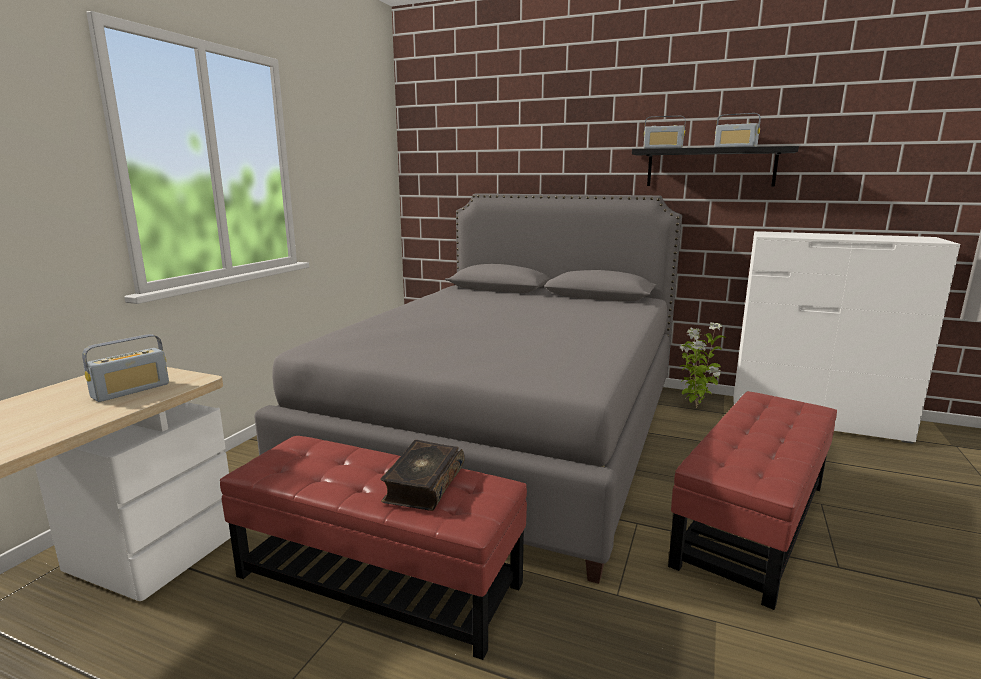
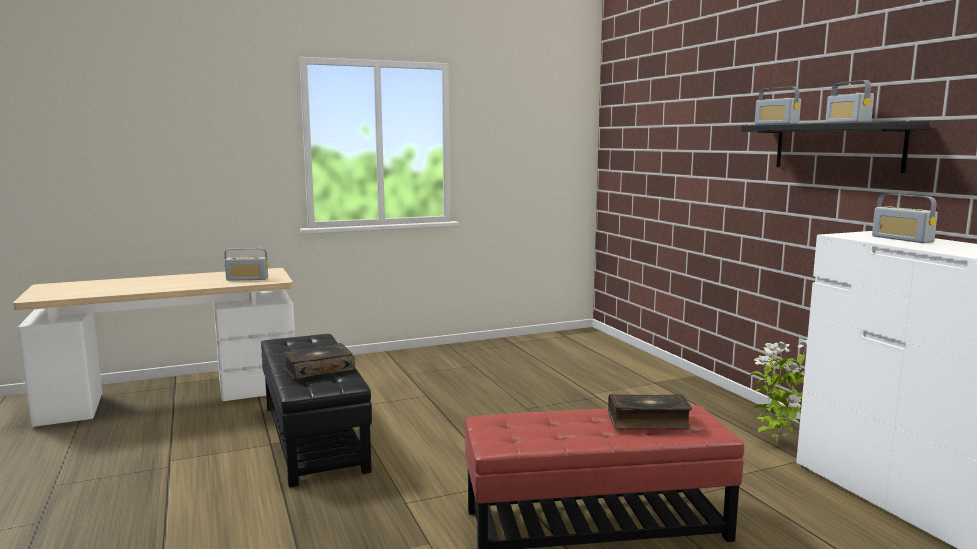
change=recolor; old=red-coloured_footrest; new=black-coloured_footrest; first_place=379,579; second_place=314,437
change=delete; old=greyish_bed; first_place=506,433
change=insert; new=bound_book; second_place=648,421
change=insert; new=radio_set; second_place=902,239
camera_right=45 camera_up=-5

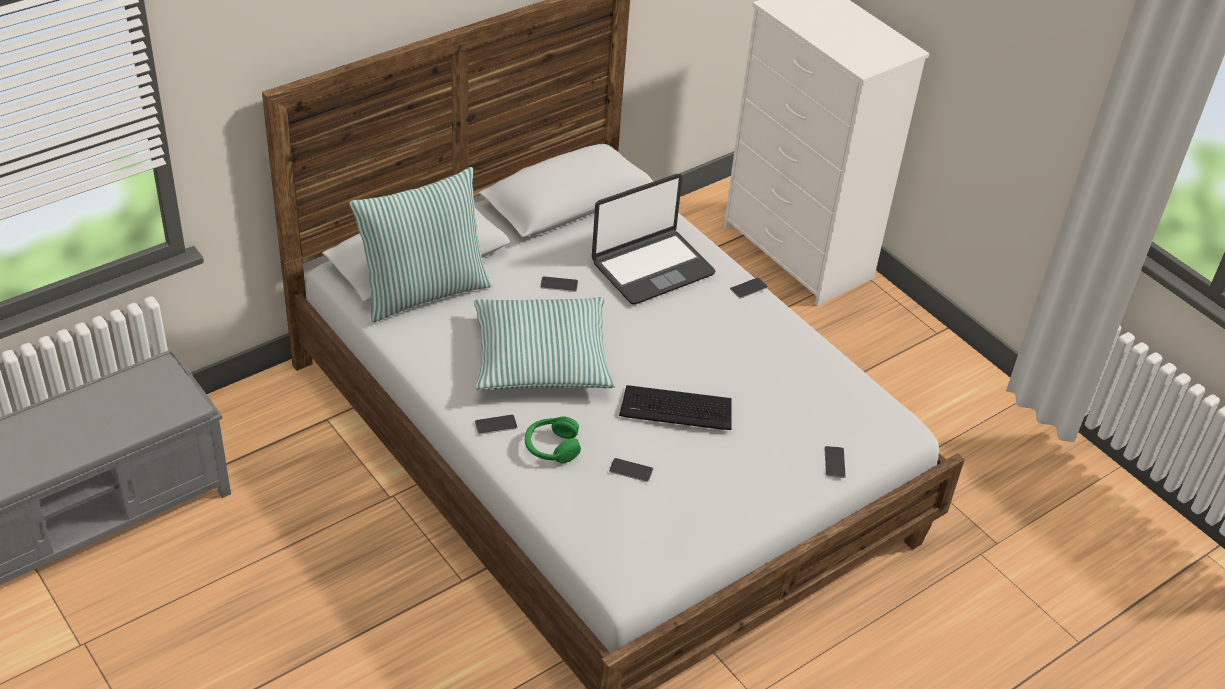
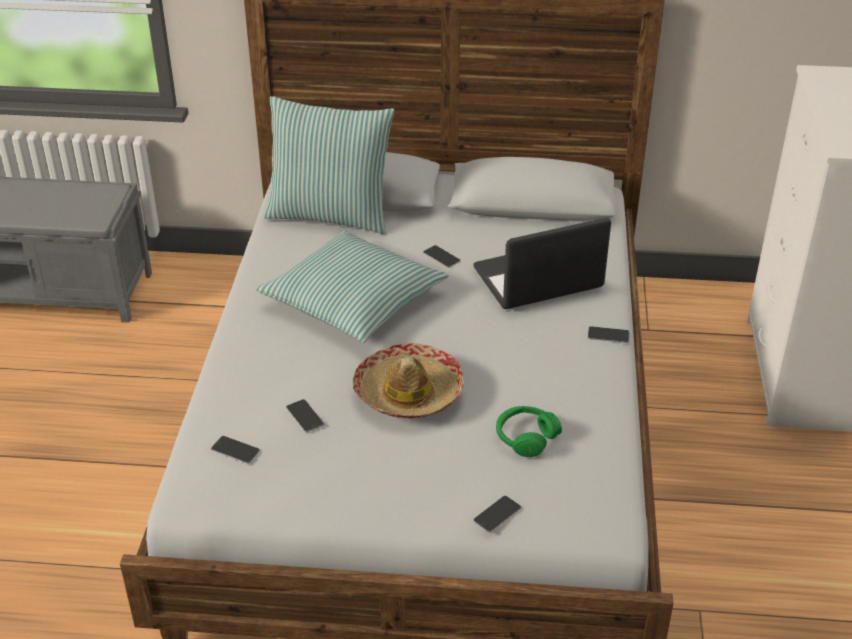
change=move; old=handset; first_place=496,424; second_place=235,450
change=move; old=green_headphones; first_place=551,447; second_place=525,437
change=rotate; old=laptop; first_place=652,267; second_place=538,280; degrees=150
change=replace; old=computer_keyboard; new=wearable_hat; first_place=676,409; second_place=408,392
camera_right=45 camera_up=-5

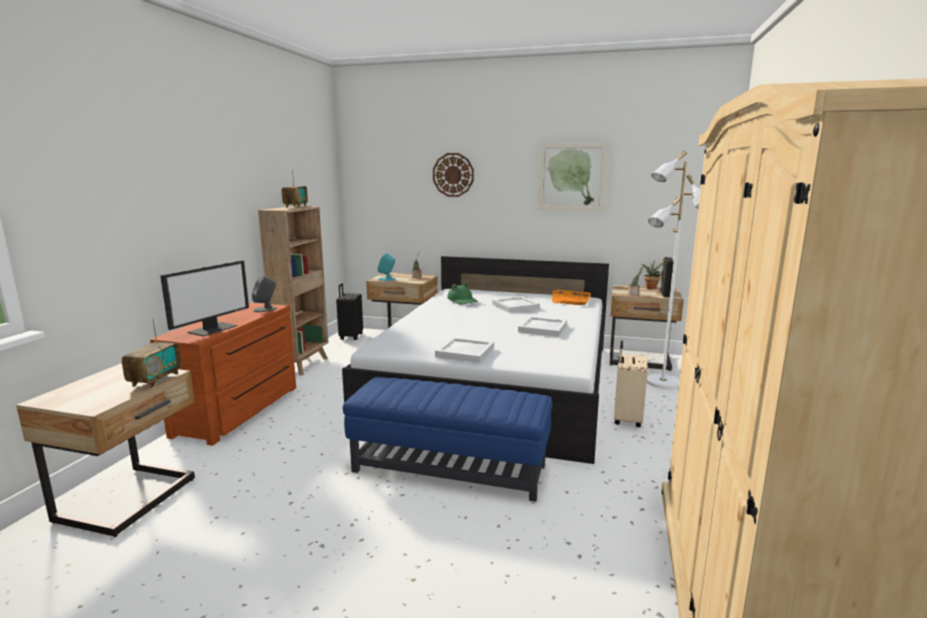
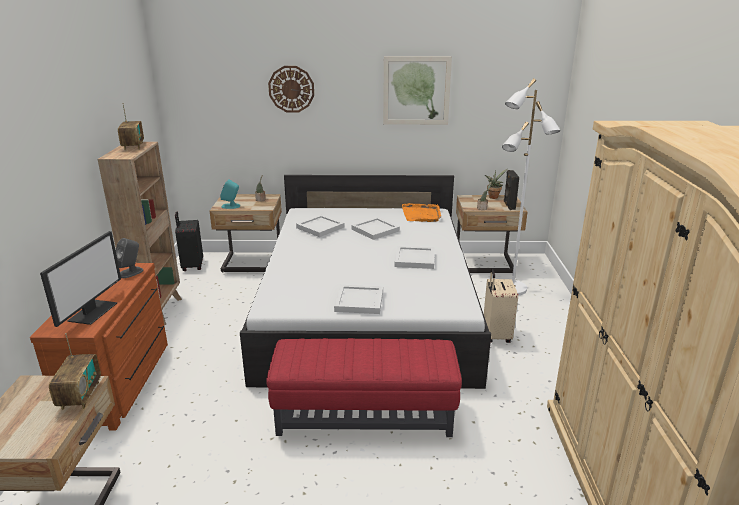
change=recolor; old=blue_footrest; new=red-coloured_footrest; first_place=449,468; second_place=364,415
change=replace; old=green_wearable_hat; new=whitish_serving_tray; first_place=462,300; second_place=320,227
camera_right=-15 camera_up=10

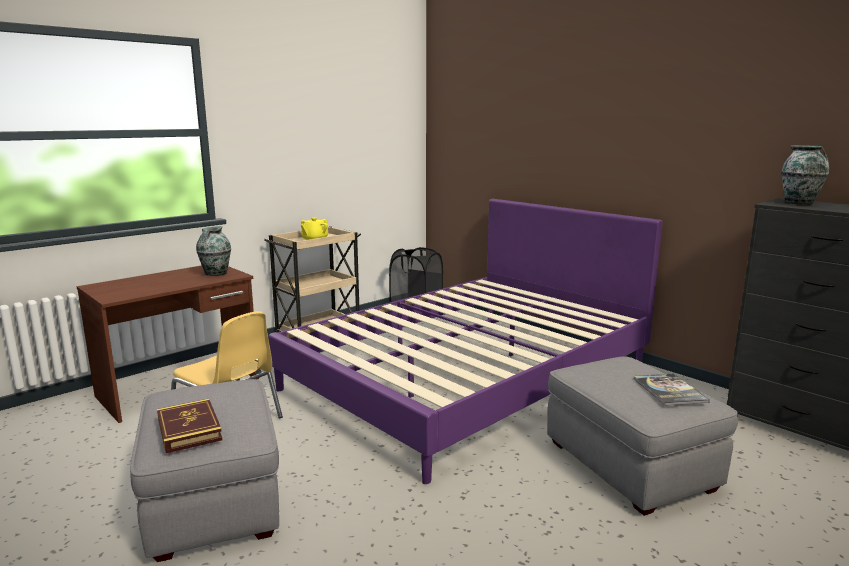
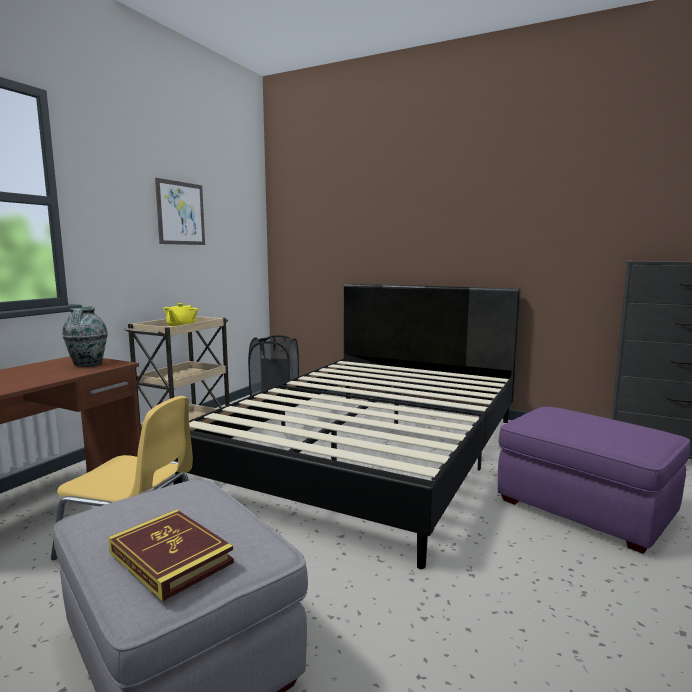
change=recolor; old=purplish_bed; new=black-coloured_bed; first_place=469,377; second_place=373,451
change=recolor; old=greyish_footrest; new=purplish_footrest; first_place=630,466; second_place=585,509
change=delete; old=bound_book; first_place=669,390
change=delete; old=decorative_vase; first_place=799,203
change=insert; new=picture; second_place=181,213
camera_right=-20 camera_up=-5

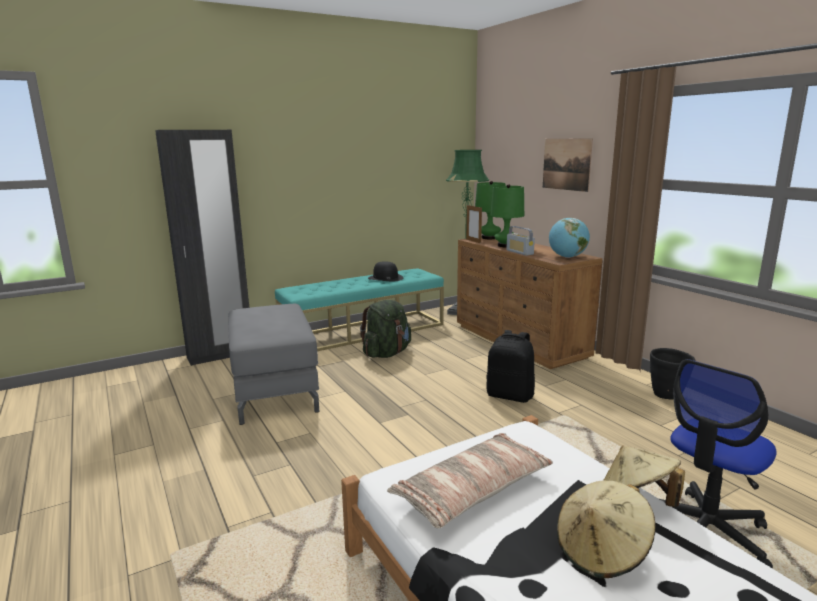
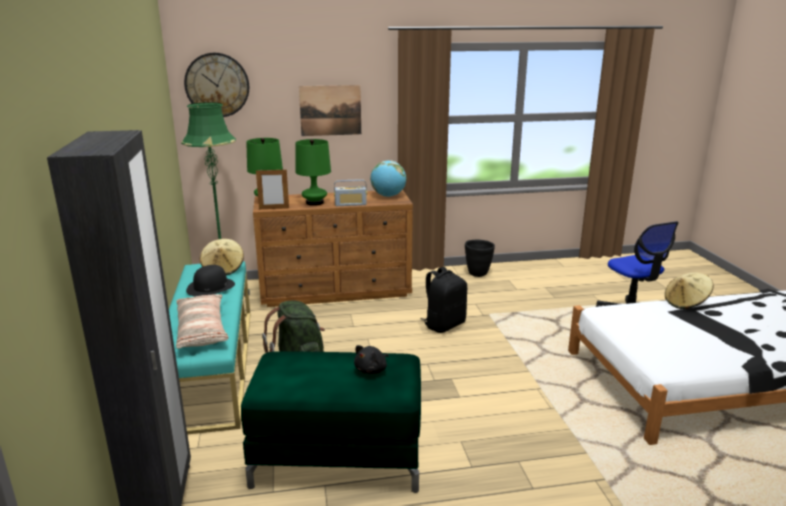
change=recolor; old=greyish_footrest; new=green_footrest; first_place=275,390; second_place=339,456
change=move; old=cushion; first_place=474,491; second_place=202,329
change=move; old=sand-coloured_wearable_hat; first_place=602,551; second_place=223,269
change=insert; new=clock_on_the_wall; second_place=217,85
change=insert; new=black-coloured_soft_toy; second_place=372,370
camera_right=-70 camera_up=5

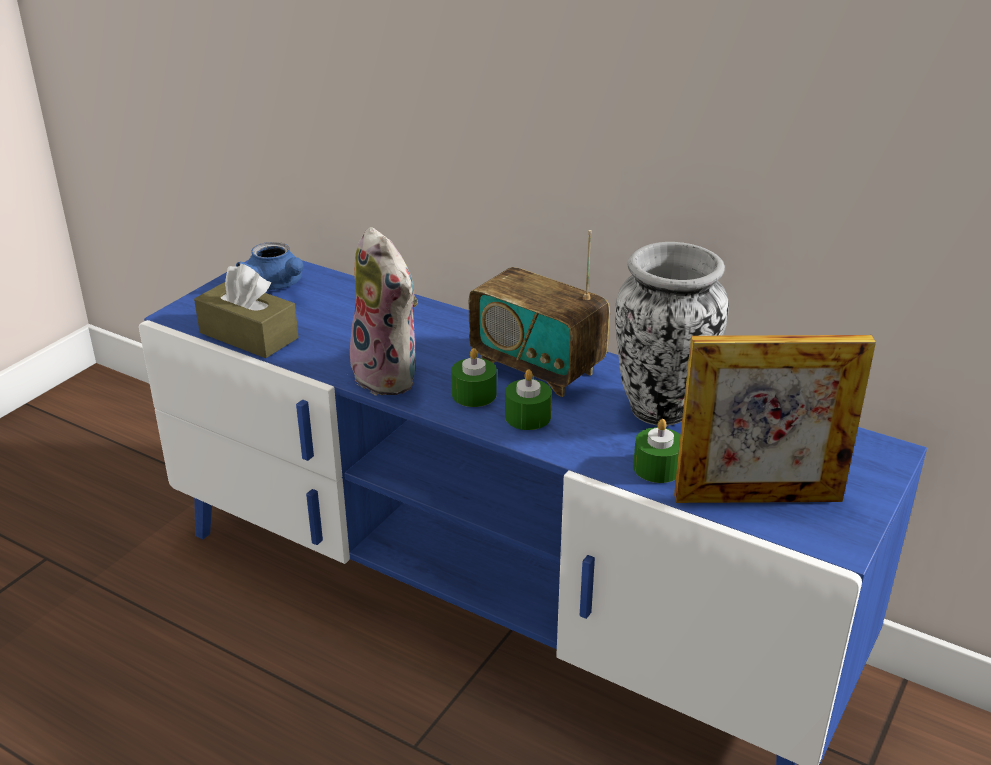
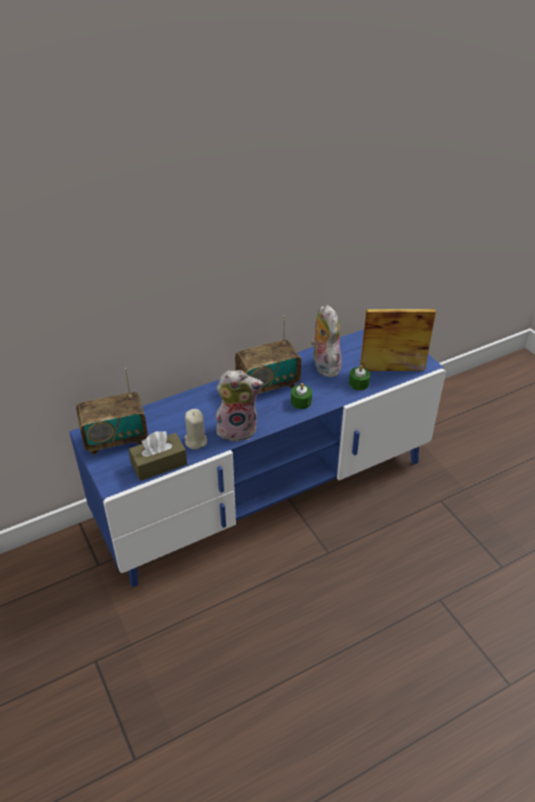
change=replace; old=blue_pot_for_tea; new=radio_set; first_place=277,285; second_place=115,439
change=delete; old=green_wax_candle; first_place=474,394
change=replace; old=decorative_vase; new=soft_toy; first_place=663,409; second_place=323,365
change=rotate; old=picture_frame; first_place=757,498; second_place=392,369; degrees=-120
change=insert; new=sand-coloured_wax_candle; second_place=195,441
camera_right=-60 camera_up=10

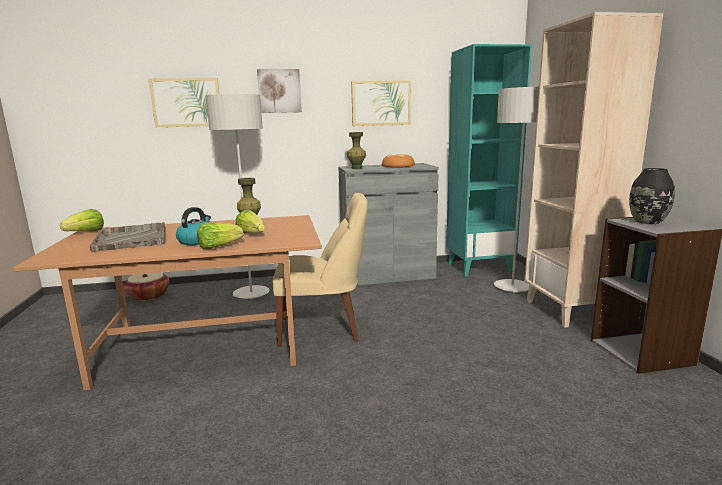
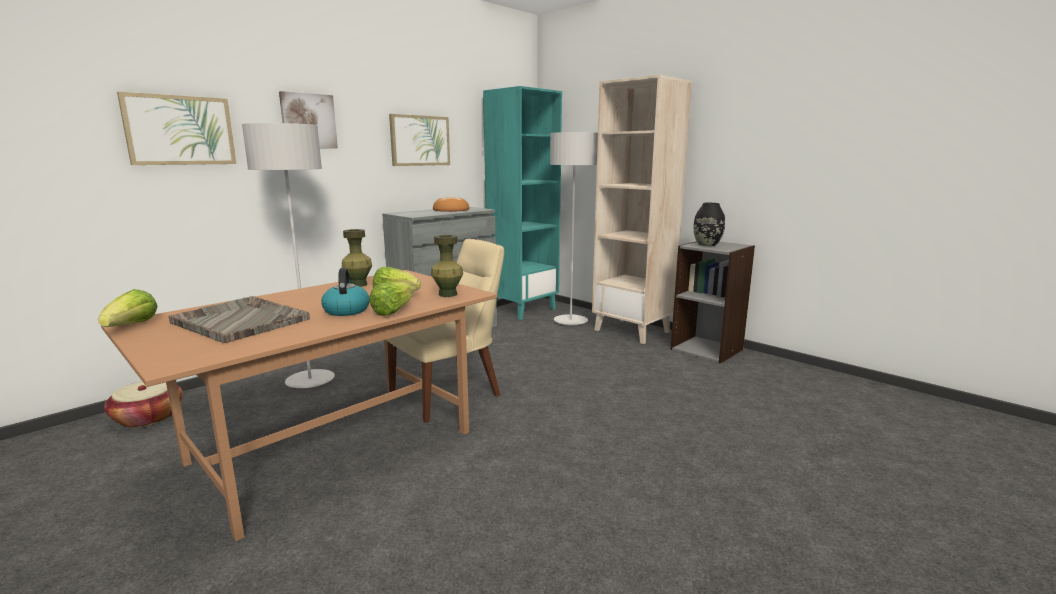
change=move; old=green_decorative_vase; first_place=356,168; second_place=447,294
camera_right=-35 camera_up=0

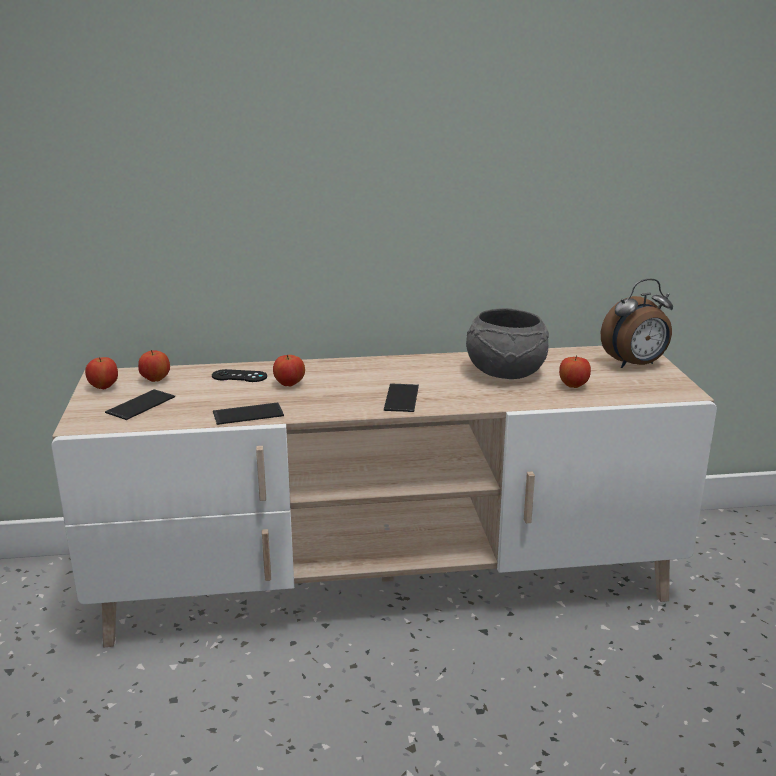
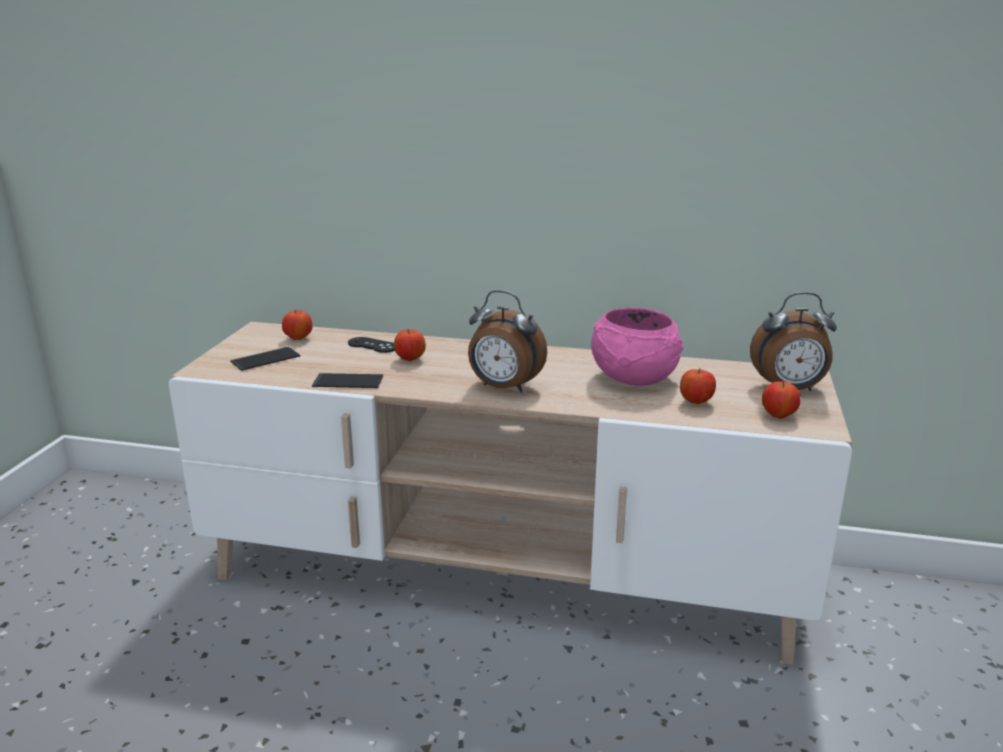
change=move; old=apple; first_place=104,387; second_place=778,416
change=replace; old=handset; new=alarm_clock; first_place=401,398; second_place=504,388
change=recolor; old=greyish_deep_dish; new=pinkish_deep_dish; first_place=504,373; second_place=632,377
camera_right=20 camera_up=0

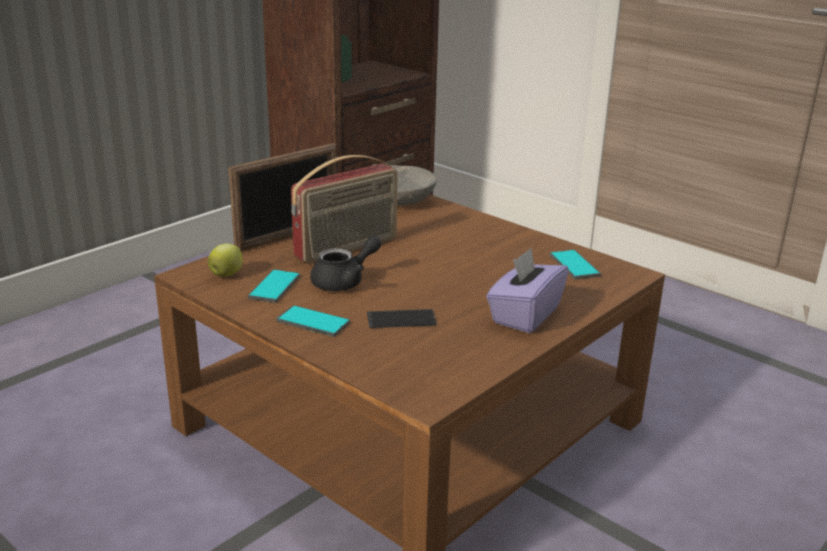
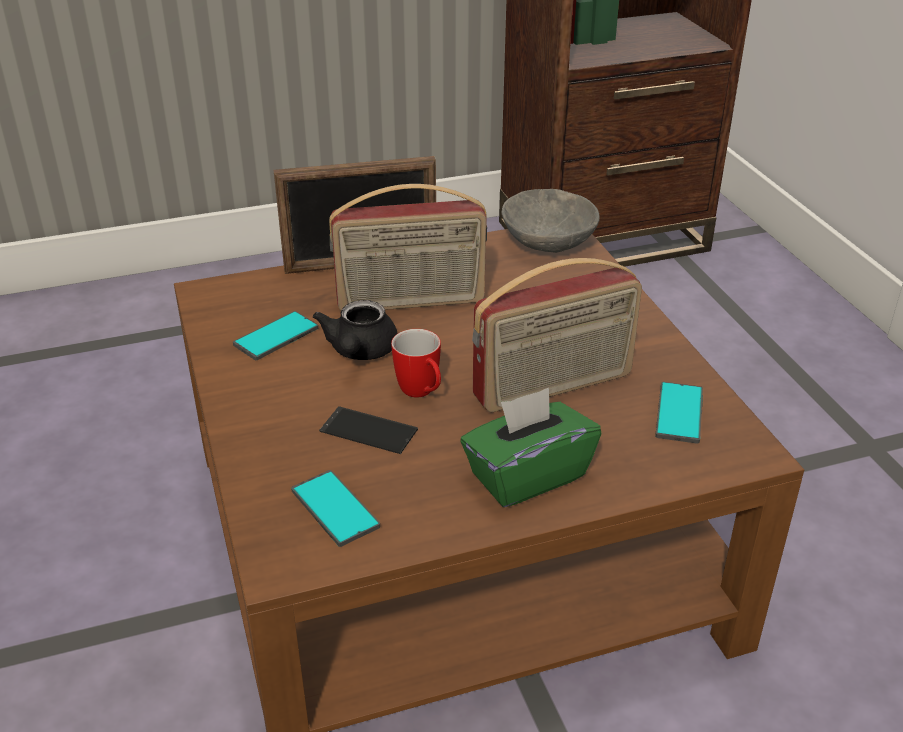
change=delete; old=apple; first_place=227,274
change=move; old=handset; first_place=313,322; second_place=334,509
change=rotate; old=black-coloured_pot_for_tea; first_place=345,281; second_place=359,352; degrees=105
change=recolor; old=purplish_box_of_tissues; new=green_box_of_tissues; first_place=524,315; second_place=527,475
change=insert; new=coffee_mug; second_place=422,393
change=insert; new=radio_set; second_place=554,387
camera_right=30 camera_up=10

